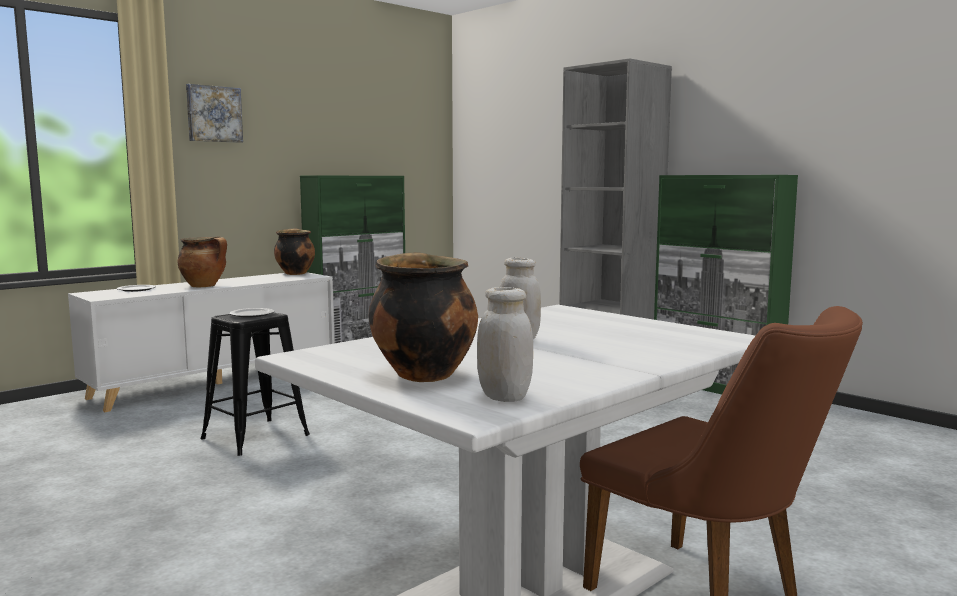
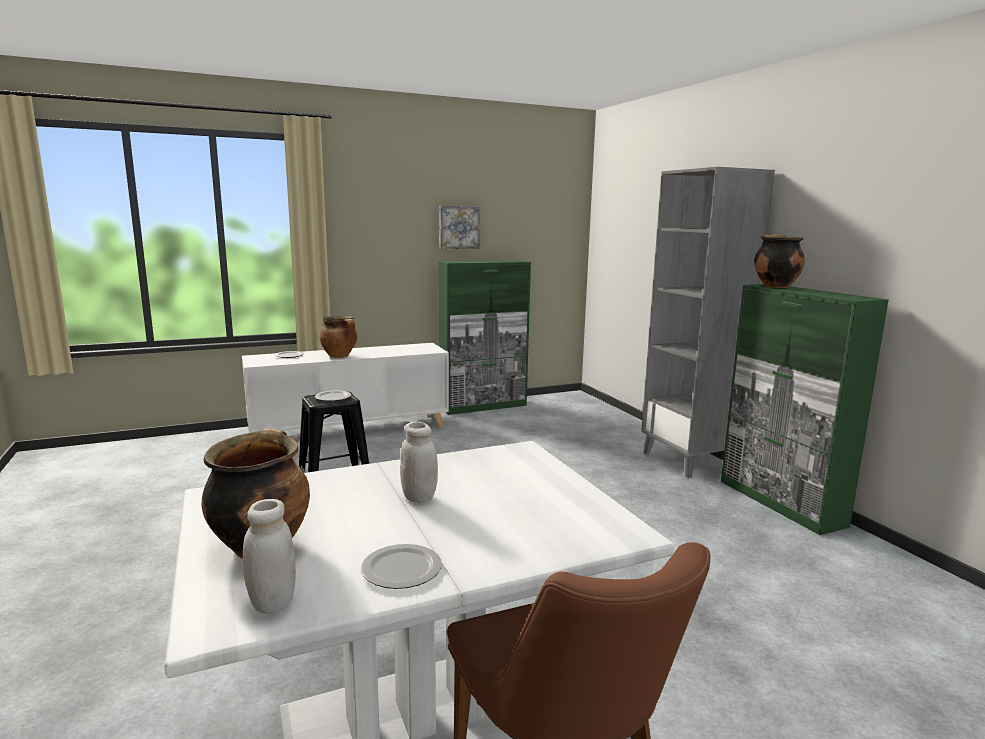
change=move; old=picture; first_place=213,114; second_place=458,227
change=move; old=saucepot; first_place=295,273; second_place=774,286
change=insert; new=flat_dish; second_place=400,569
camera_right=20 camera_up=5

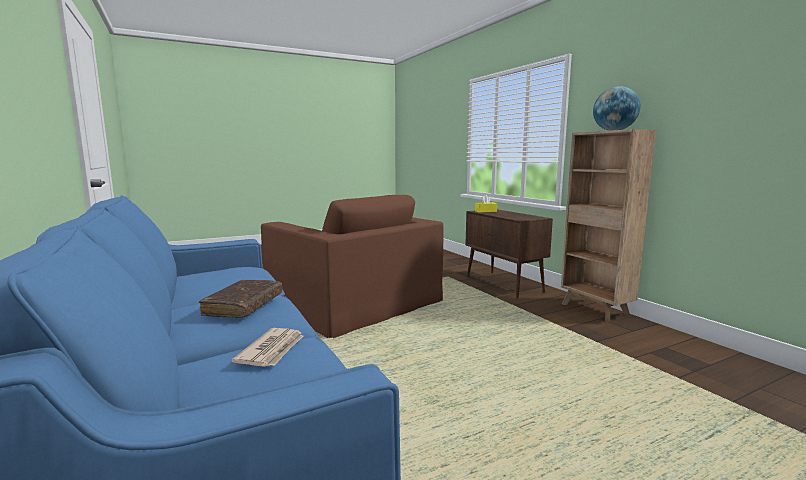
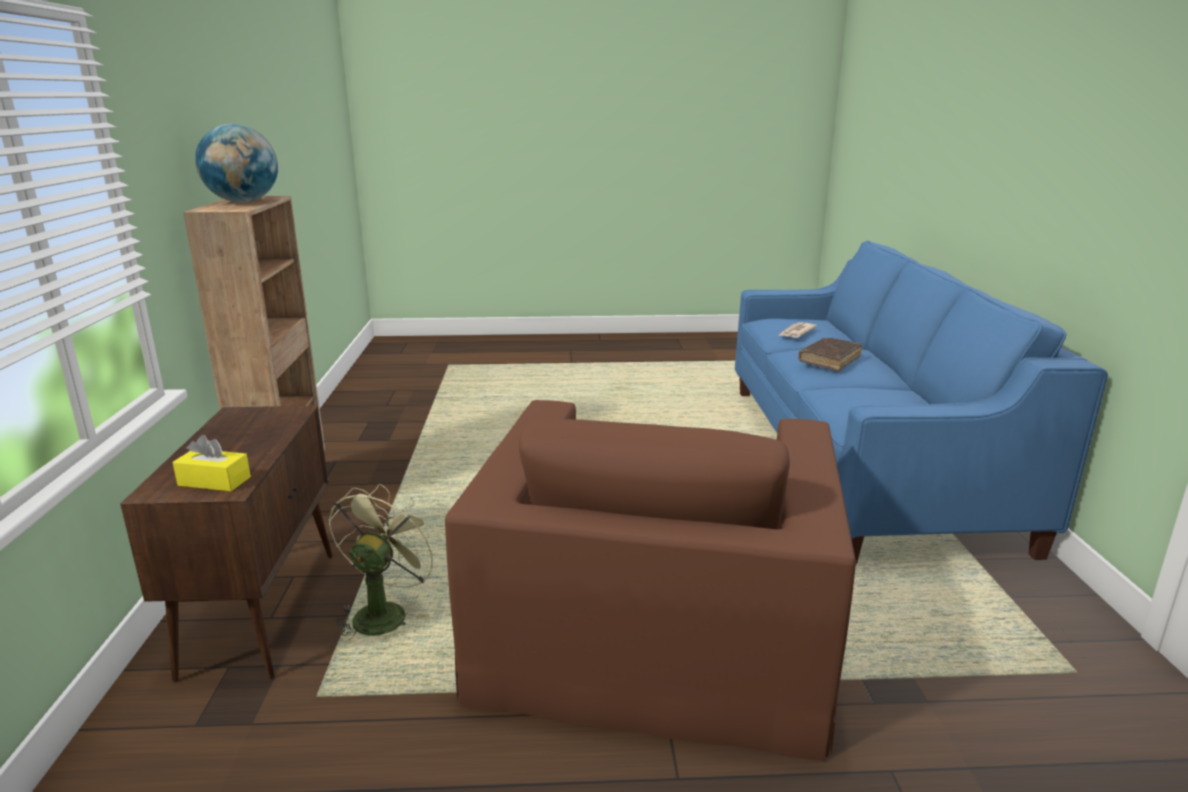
change=rotate; old=brown-coloured_easy_chair; first_place=354,302; second_place=654,631; degrees=-150
change=insert; new=green_fan; second_place=384,612
camera_right=-155 camera_up=10

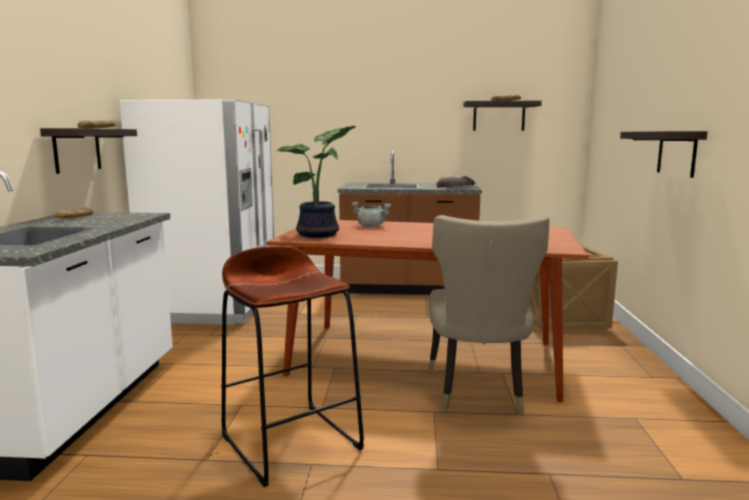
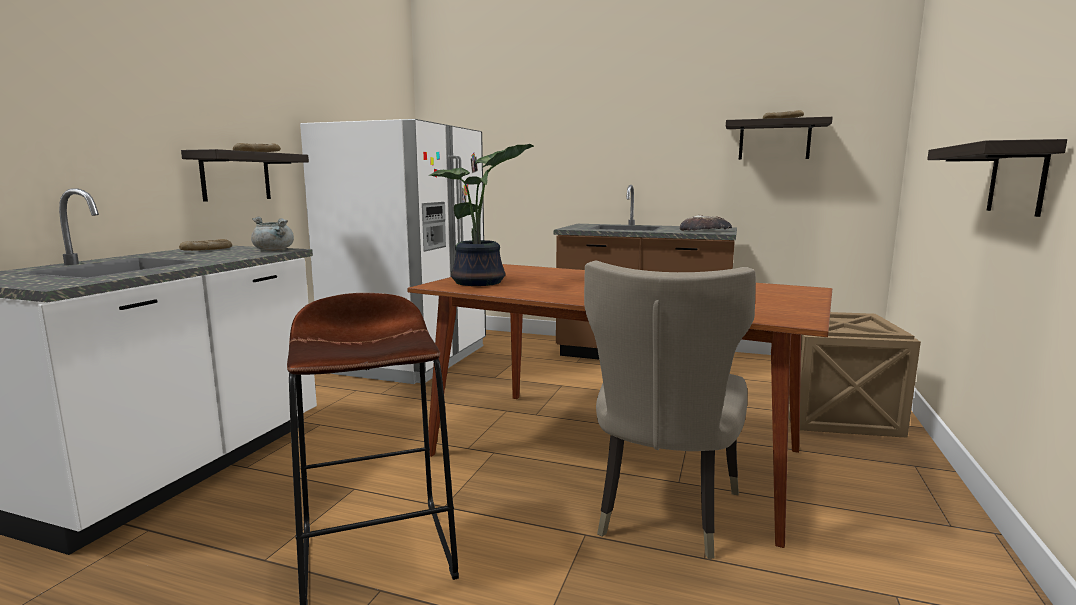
change=move; old=greyish_saucepot; first_place=371,226; second_place=274,250
camera_right=15 camera_up=0

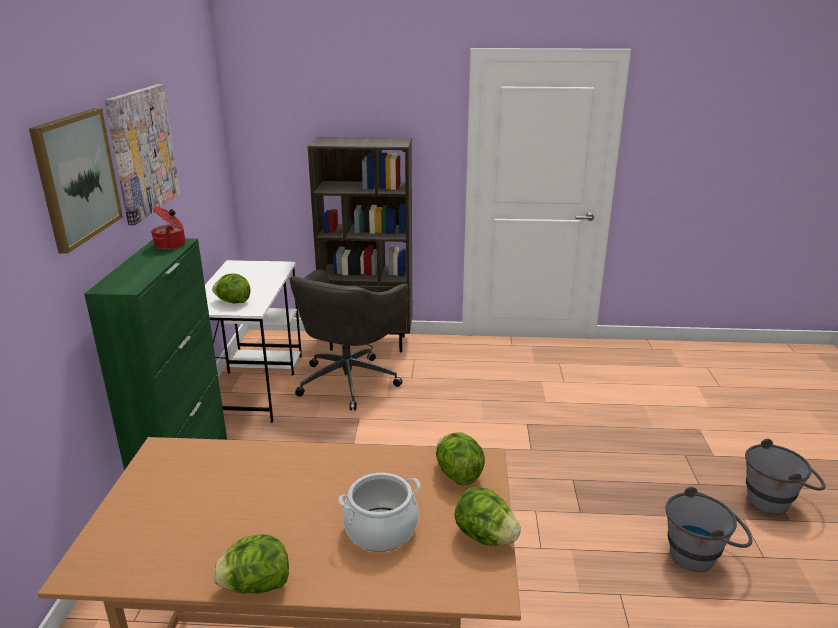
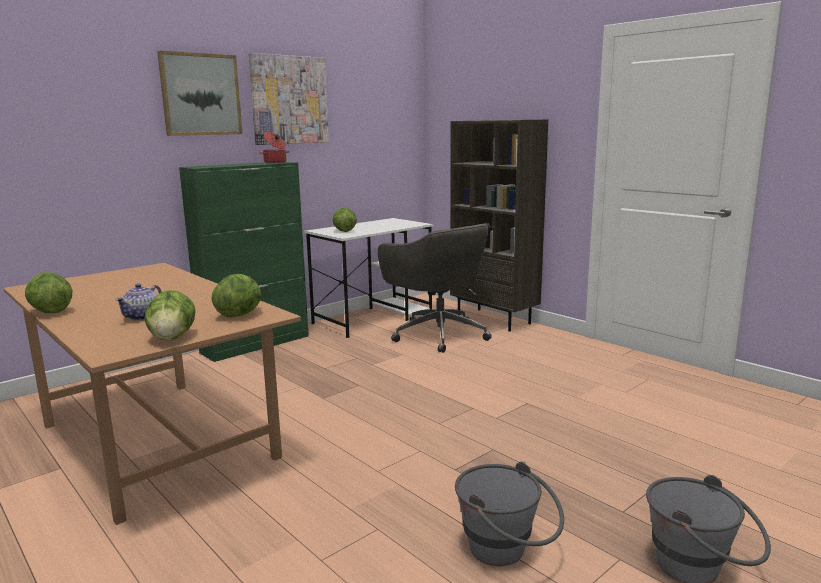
change=rotate; old=greyish_computer_chair; first_place=350,380; second_place=438,334; degrees=-105
change=replace; old=saucepot; new=pot_for_tea; first_place=380,529; second_place=143,317
camera_right=45 camera_up=-10

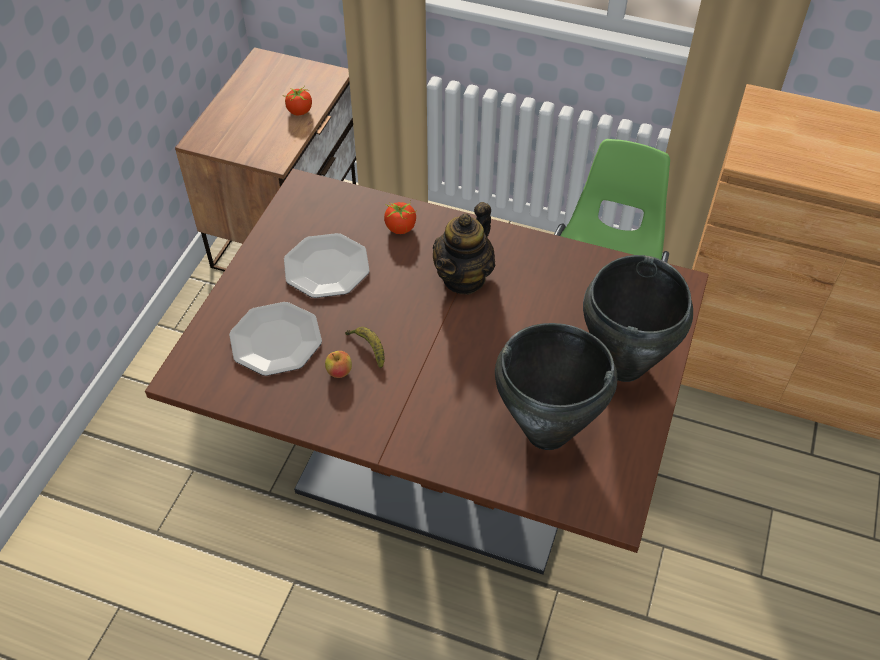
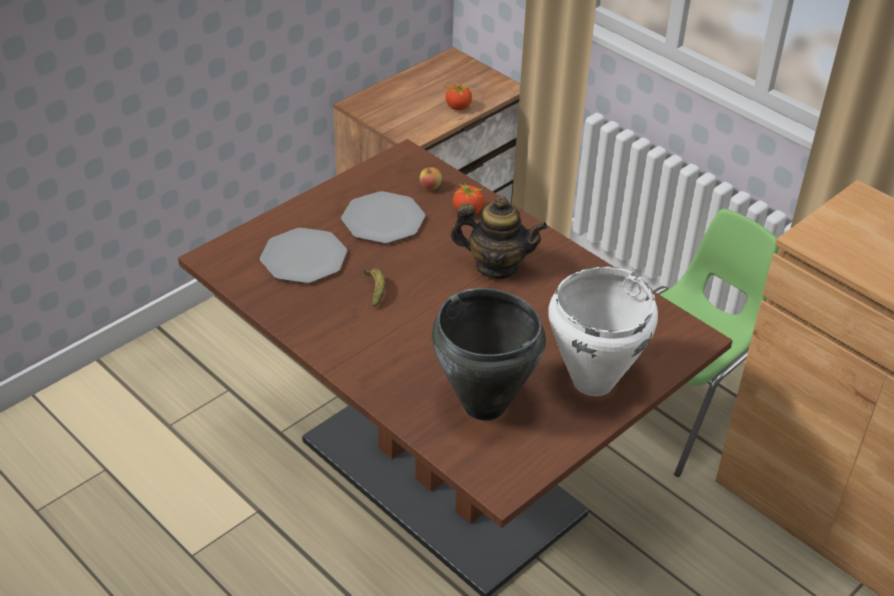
change=move; old=apple; first_place=339,372; second_place=430,187
change=rotate; old=pot_for_tea; first_place=464,277; second_place=496,266; degrees=-135
change=recolor; old=black-coloured_saucepot; new=whitish_saucepot; first_place=622,365; second_place=592,381
camera_right=25 camera_up=-10

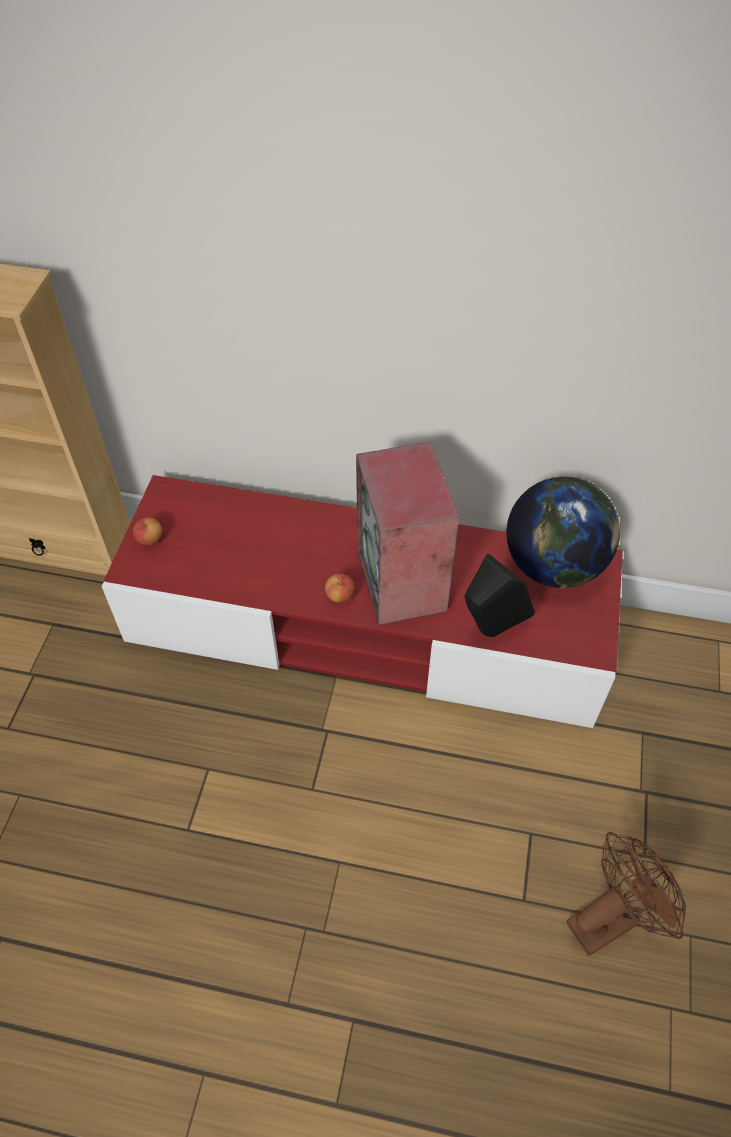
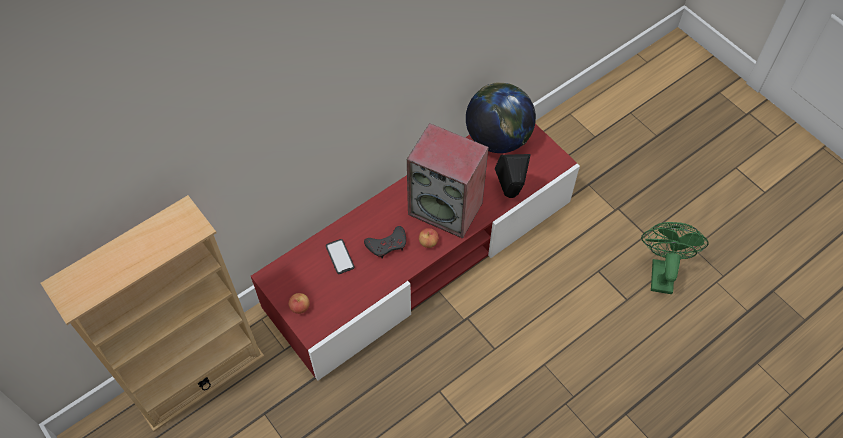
change=recolor; old=brown-coloured_fan; new=green_fan; first_place=610,916; second_place=661,271
change=insert; new=handset; second_place=340,256
change=insert; new=greyish_game_controller; second_place=387,244
camera_right=-50 camera_up=5

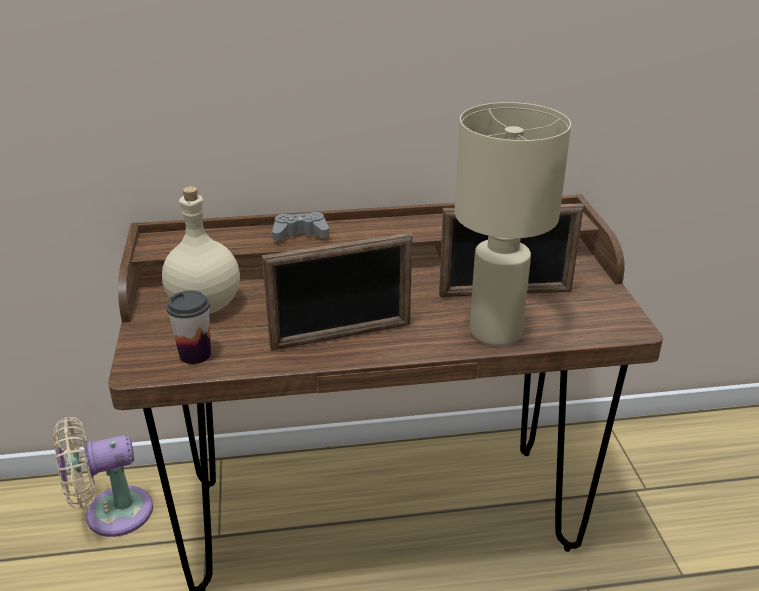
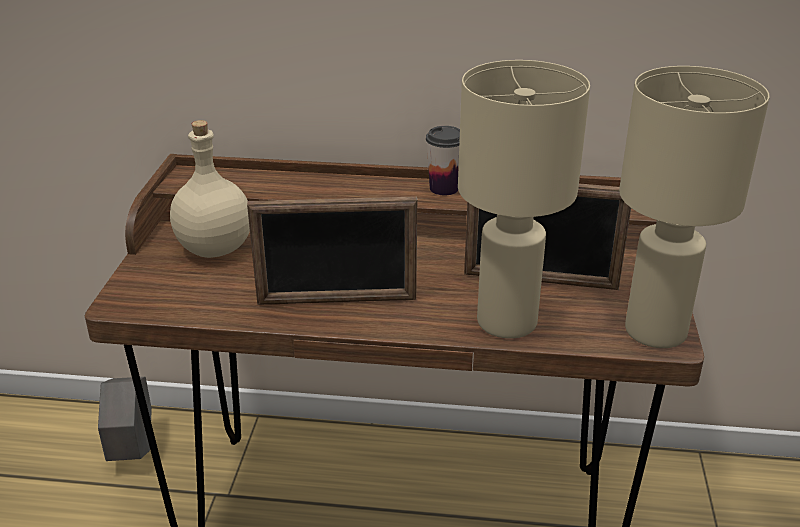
change=replace; old=sand-coloured_fan; new=greyish_flower_pot; first_place=111,513; second_place=133,451
change=move; old=small_cup; first_place=195,354; second_place=444,188
change=delete; old=greyish_game_controller; first_place=300,234
change=insert; new=sand-coloured_table_lamp; second_place=656,330
camera_right=15 camera_up=0

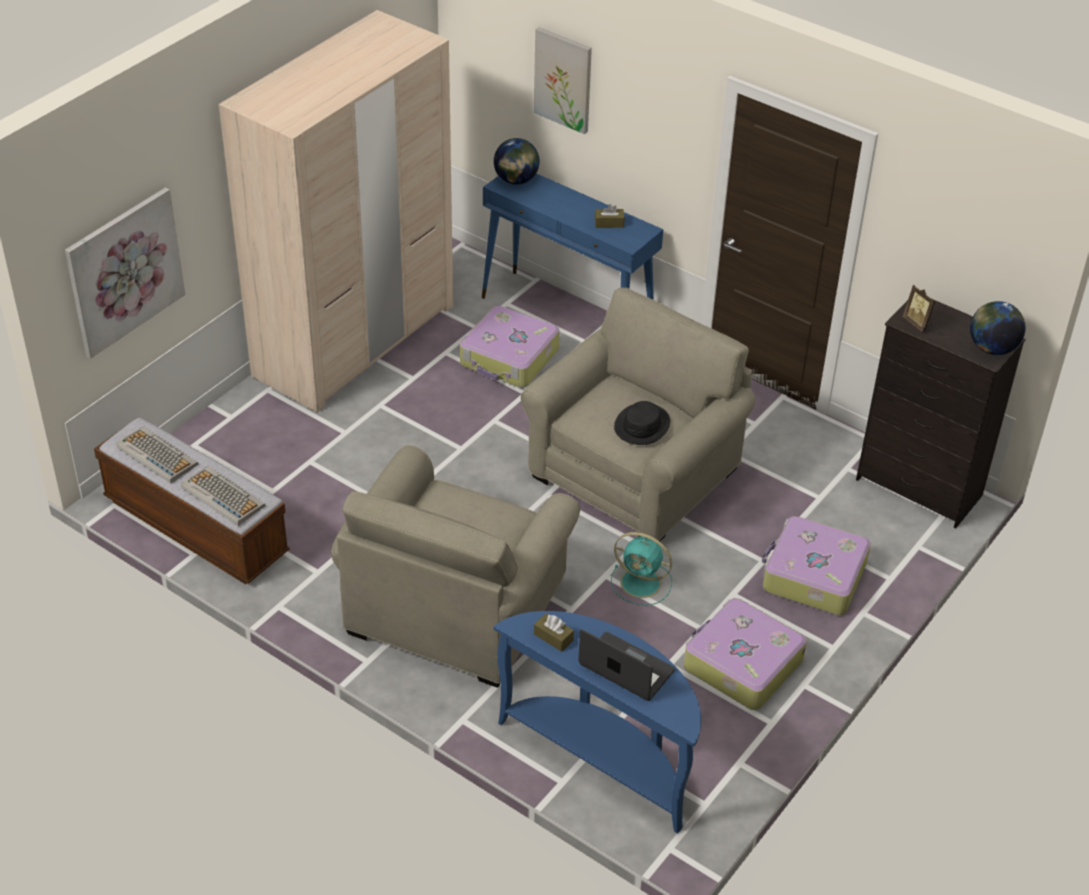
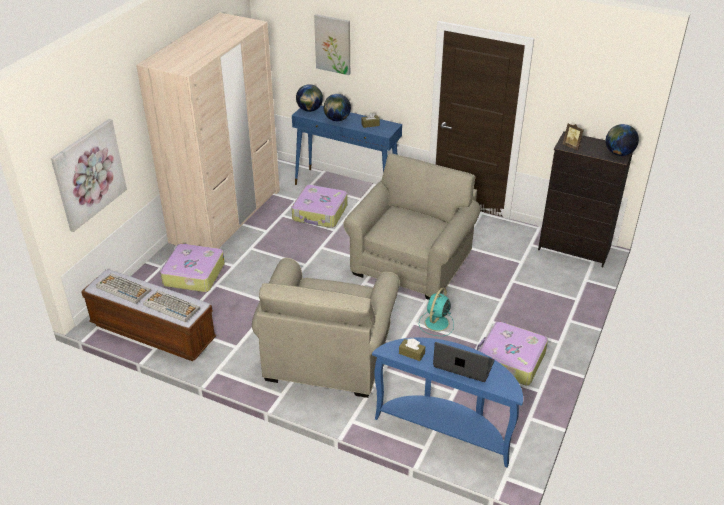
change=rotate; old=turquoise_fan; first_place=642,583; second_place=436,323; degrees=105
change=delete; old=black-coloured_wearable_hat; first_place=642,425
change=move; old=travel_case; first_place=812,576; second_place=193,275
change=insert; new=globe; second_place=337,119
camera_right=-10 camera_up=-5

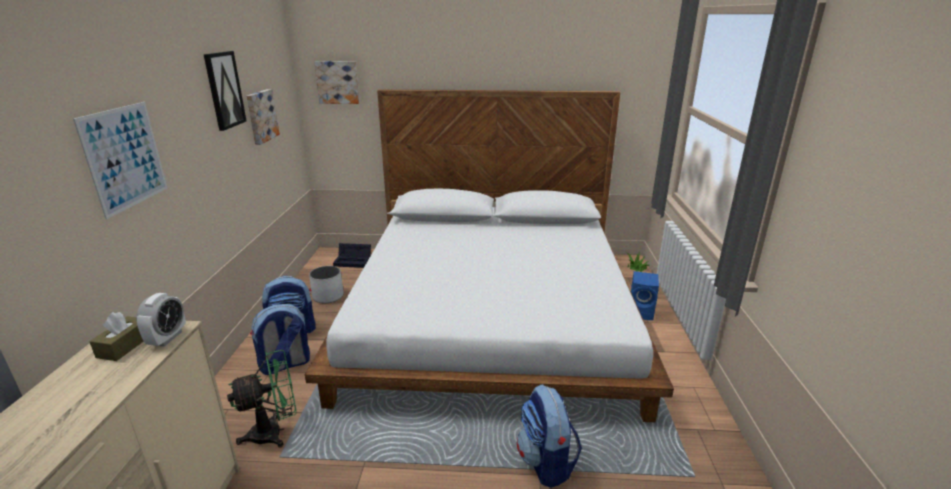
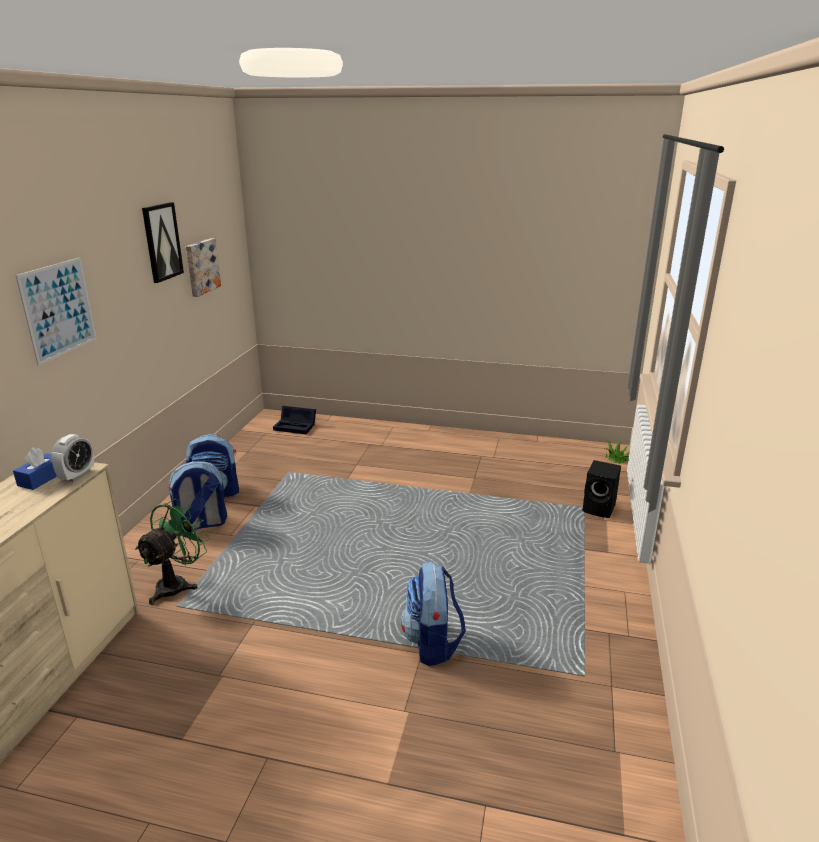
change=recolor; old=brown-coloured_box_of_tissues; new=blue_box_of_tissues; first_place=125,346; second_place=41,478
change=rotate; old=green_fan; first_place=275,432; second_place=177,584; degrees=-45
change=delete; old=whitish_bed; first_place=491,315
change=delete; old=whitish_flower_pot; first_place=328,296
change=delete; old=picture; first_place=338,82
change=recolor; old=blue_speaker; new=black-coloured_speaker; first_place=641,312; second_place=600,508
camera_right=10 camera_up=0

